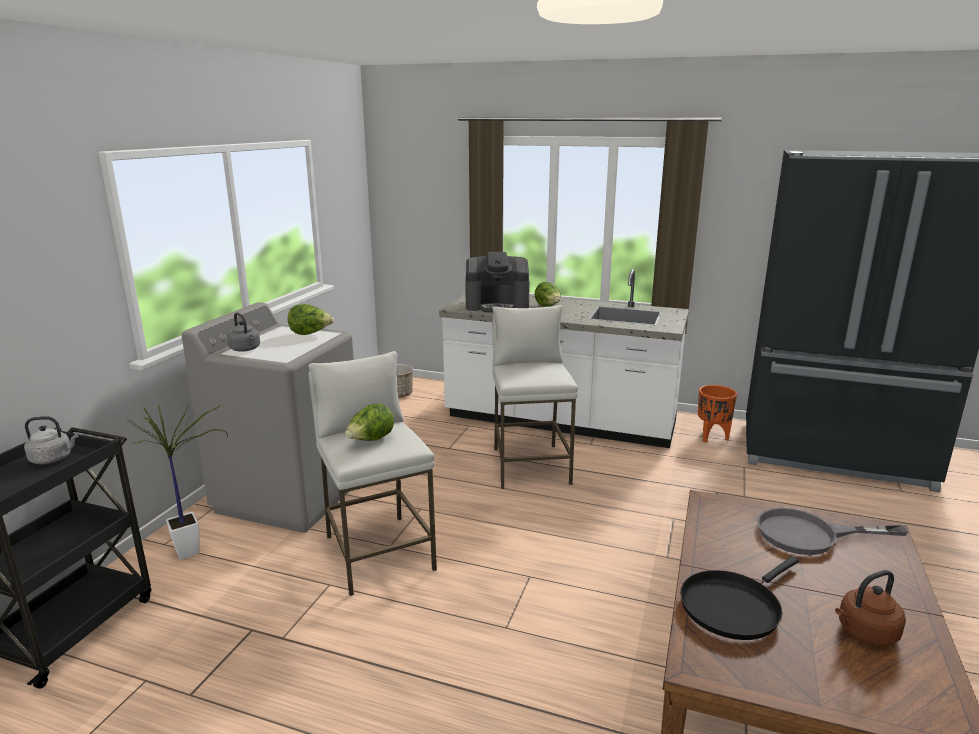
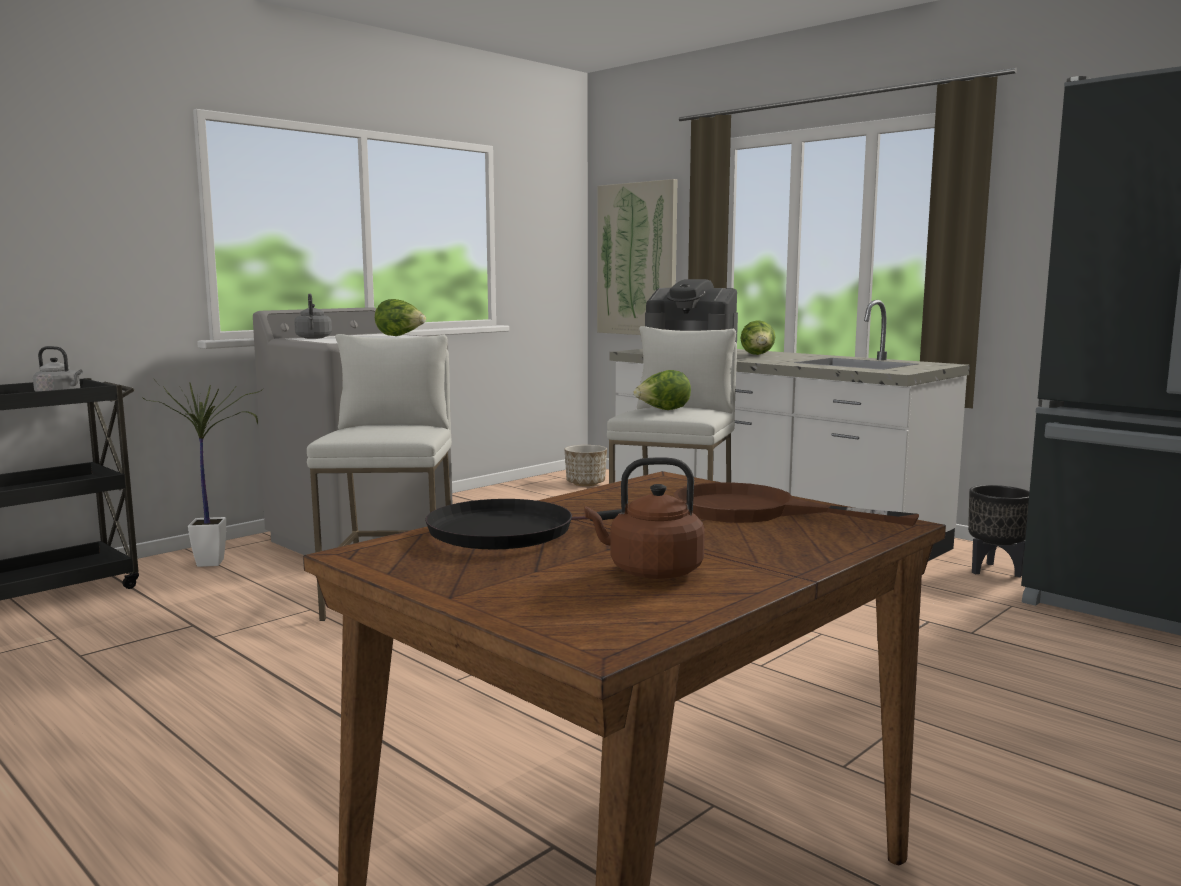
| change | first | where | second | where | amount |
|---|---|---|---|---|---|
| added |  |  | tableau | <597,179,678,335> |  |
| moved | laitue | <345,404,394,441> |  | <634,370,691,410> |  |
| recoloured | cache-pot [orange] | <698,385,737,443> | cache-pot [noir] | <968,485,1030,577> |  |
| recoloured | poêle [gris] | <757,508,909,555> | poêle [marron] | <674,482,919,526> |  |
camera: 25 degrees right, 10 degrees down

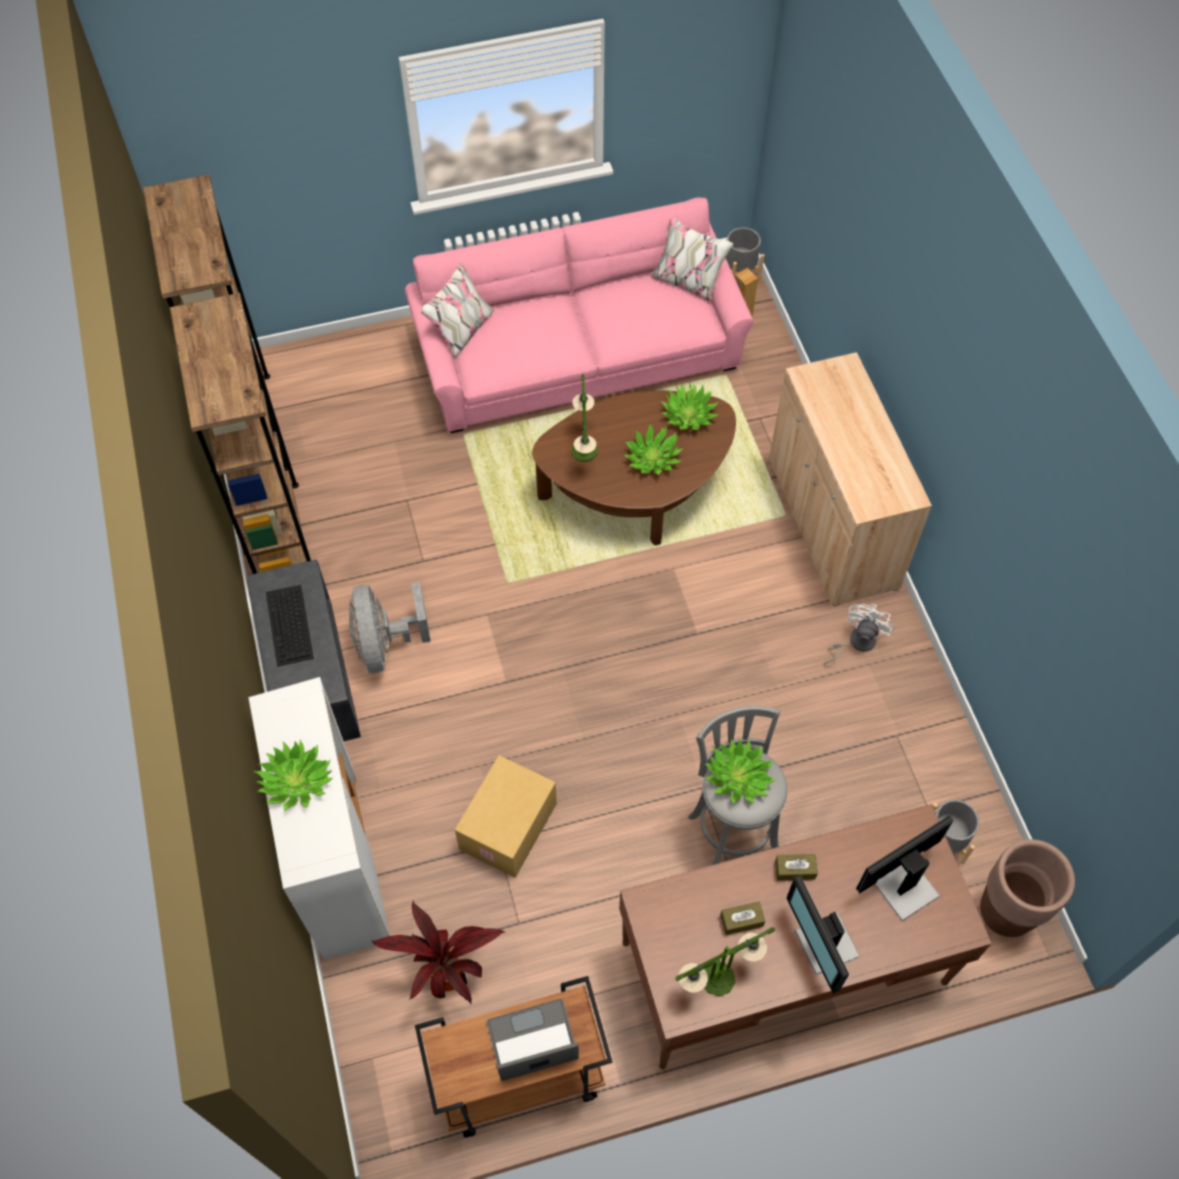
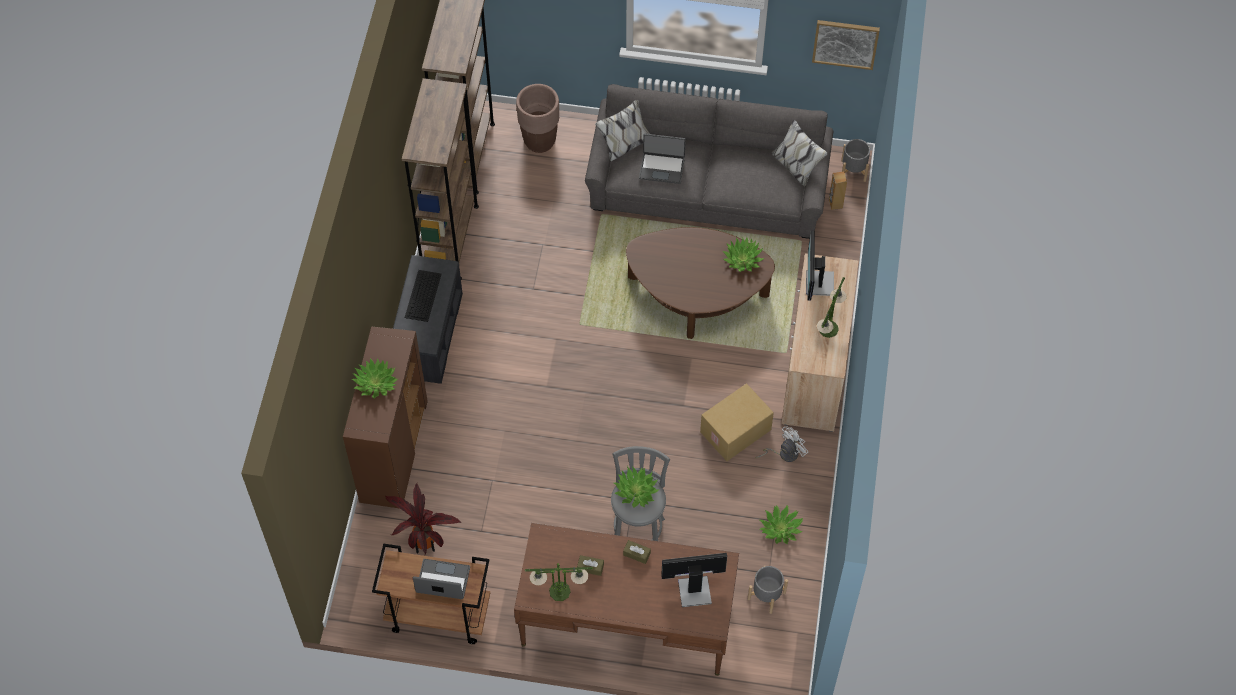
| change | first | where | second | where | amount |
|---|---|---|---|---|---|
| removed | ventilateur [gris] | <349,582,431,673> |  |  |  |
| added |  |  | ordinateur portable | <639,134,686,184> |  |
| added |  |  | tableau | <812,20,880,70> |  |
| moved | carton | <455,755,557,878> |  | <700,383,774,461> |  |
| moved | lampe de table | <571,374,598,462> |  | <817,277,847,338> |  |
| moved | plante en pot | <624,424,683,475> |  | <760,505,803,544> |  |
| moved | écran d'ordinateur | <787,876,859,994> |  | <806,231,834,301> |  |
| moved | cache-pot [marron] | <980,839,1075,937> |  | <516,84,559,153> |  |
| recoloured | meuble de rangement [blanc] | <248,677,390,960> | meuble de rangement [marron] | <343,327,428,509> |  |
| recoloured | canapé [rose] | <405,197,754,433> | canapé [gris] | <585,84,833,239> |  |
camera: 25 degrees right, 0 degrees up

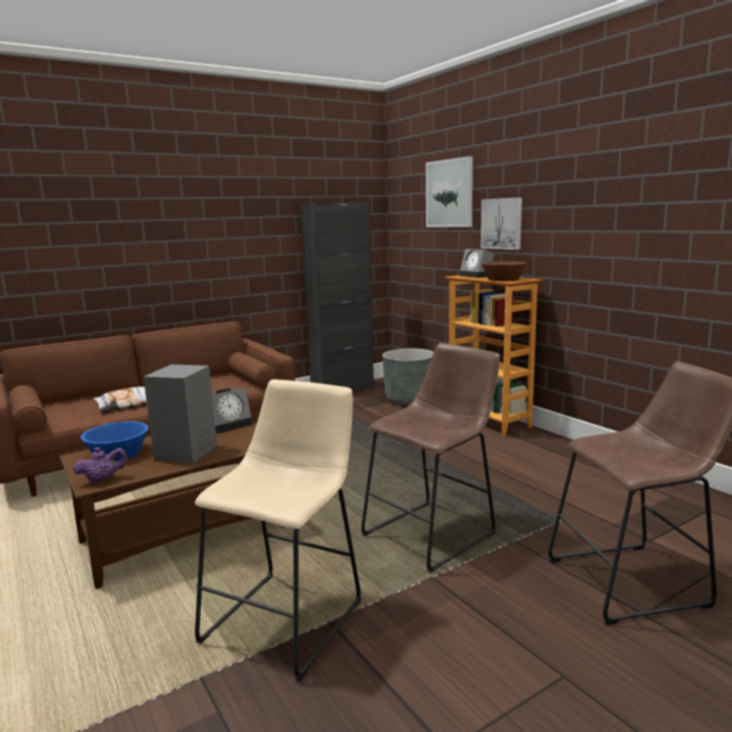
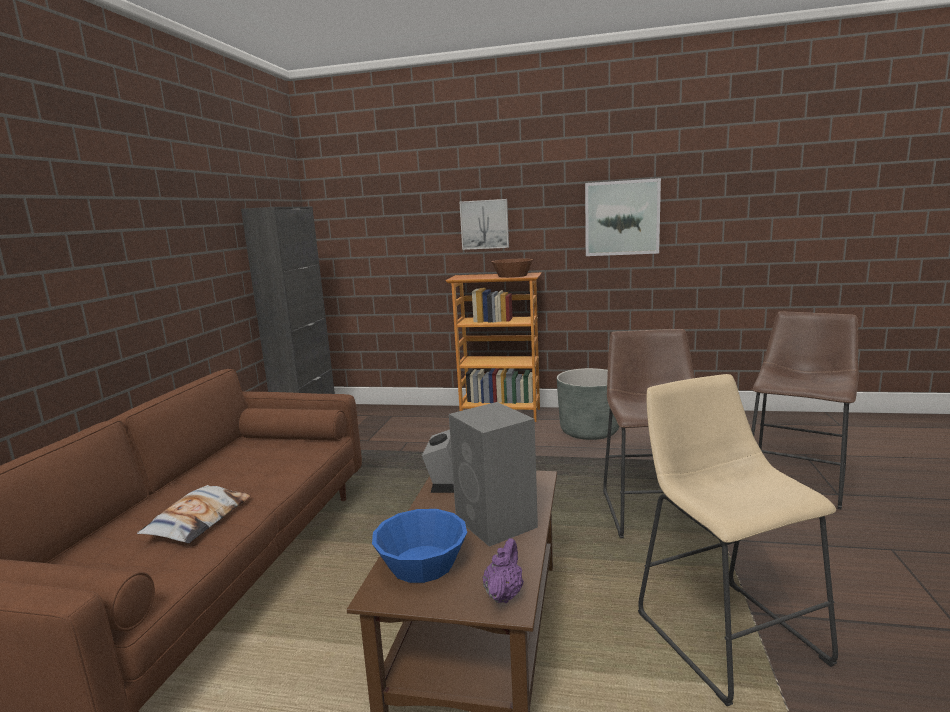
| change | first | where | second | where | amount |
|---|---|---|---|---|---|
| removed | réveil | <459,248,494,278> |  |  |  |
| moved | cache-pot [gris] | <382,348,434,405> |  | <557,368,619,440> |  |
| moved | tableau | <426,156,473,227> |  | <585,178,661,256> |  |
camera: 45 degrees left, 0 degrees up

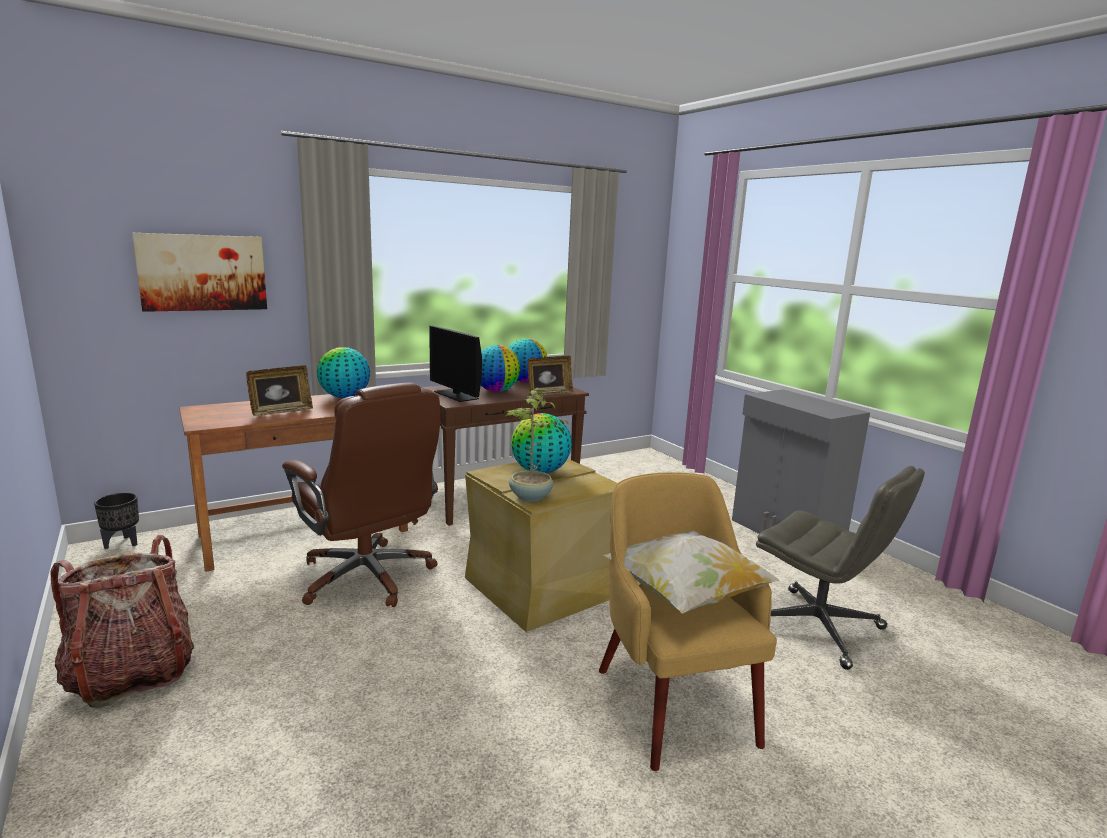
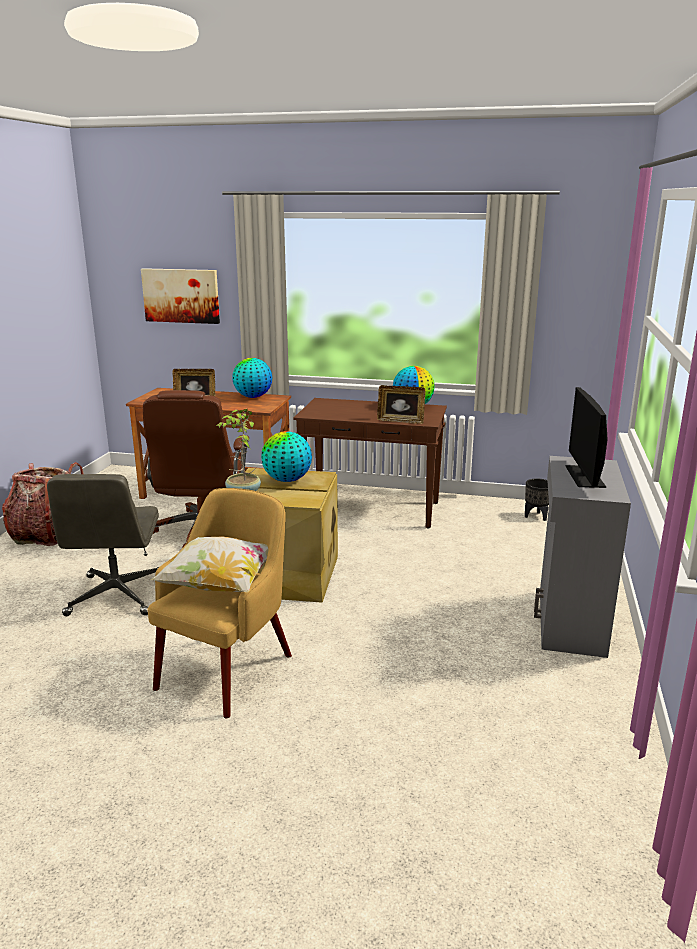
| change | first | where | second | where | amount |
|---|---|---|---|---|---|
| removed | globe | <481,345,520,392> |  |  |  |
| moved | cache-pot [noir] | <94,493,139,549> |  | <525,479,549,521> |  |
| moved | écran d'ordinateur | <429,326,482,402> |  | <565,387,608,488> |  |
| moved | chaise de bureau [gris] | <756,466,925,670> |  | <47,474,159,616> |  |
camera: 45 degrees right, 5 degrees up

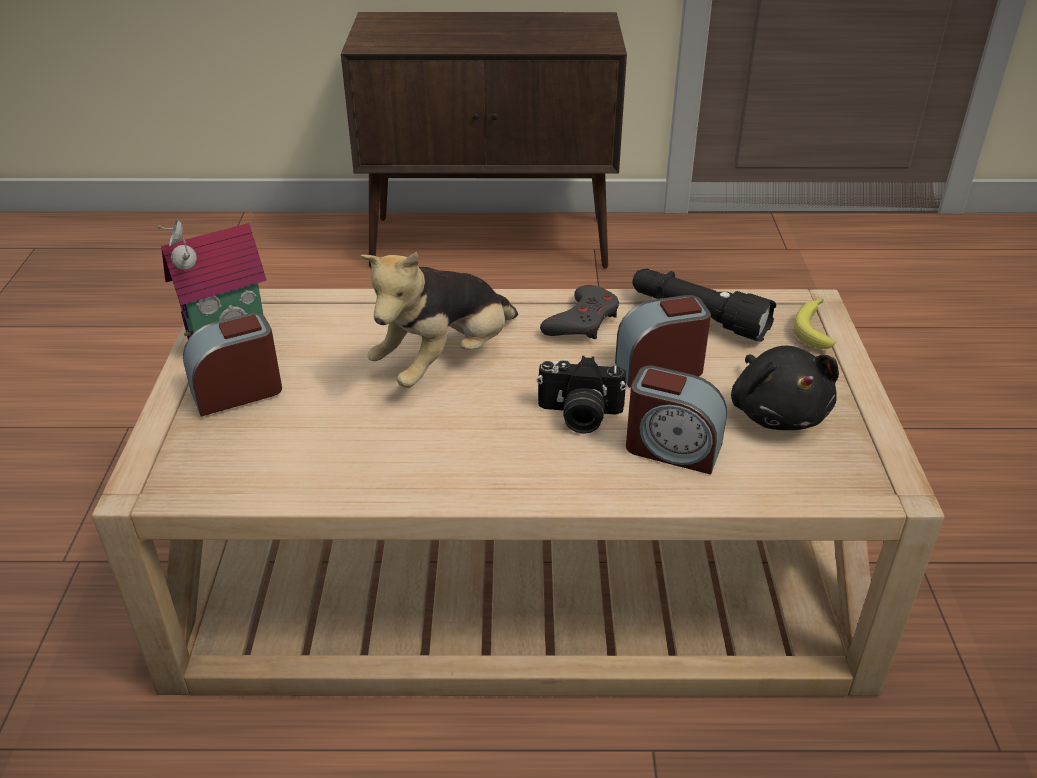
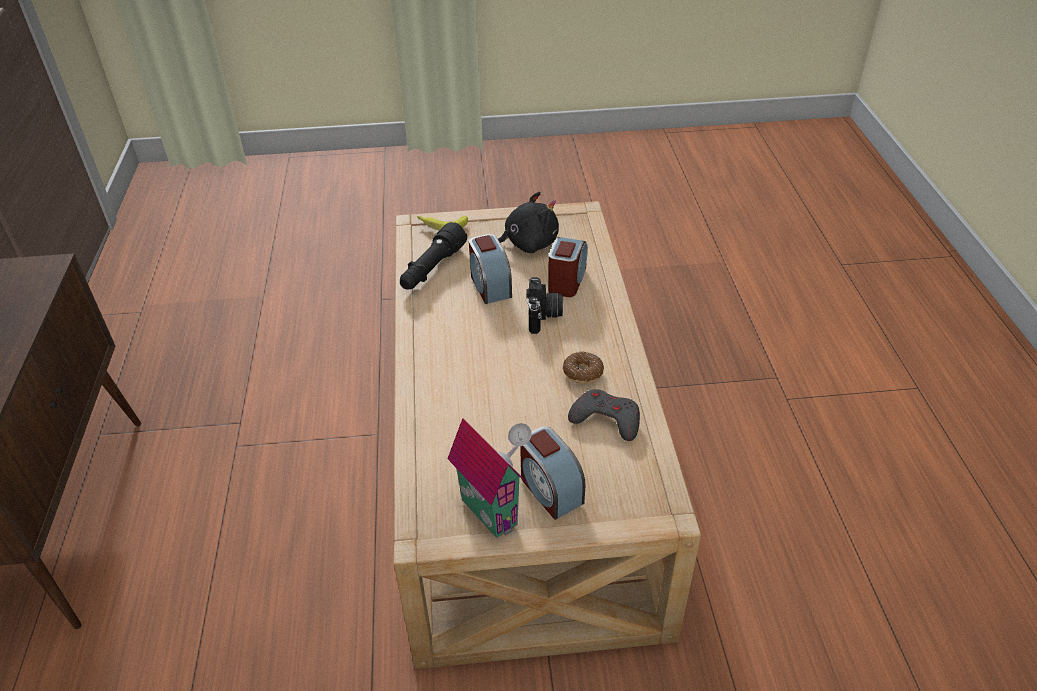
| change | first | where | second | where | amount |
|---|---|---|---|---|---|
| removed | peluche | <360,252,518,388> |  |  |  |
| added |  |  | beignet | <563,351,604,384> |  |
| moved | manette [gris] | <540,285,619,339> |  | <568,389,640,441> |  |
camera: 95 degrees left, 5 degrees up

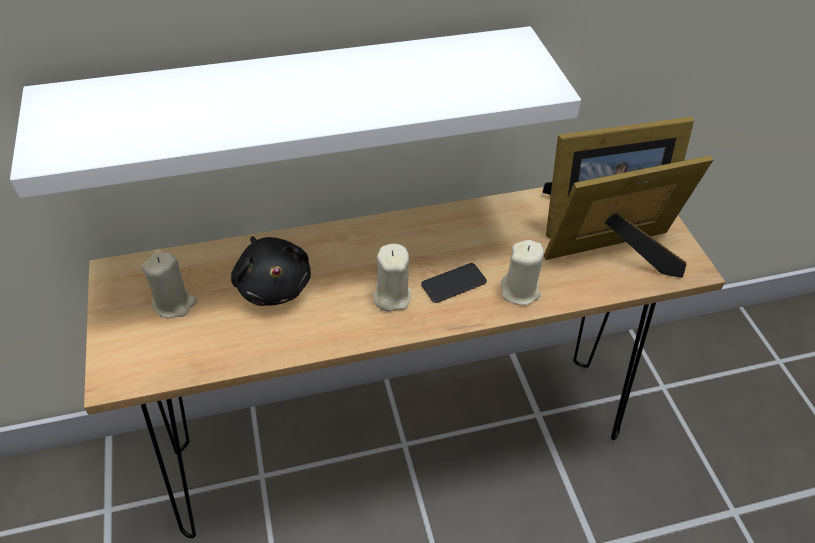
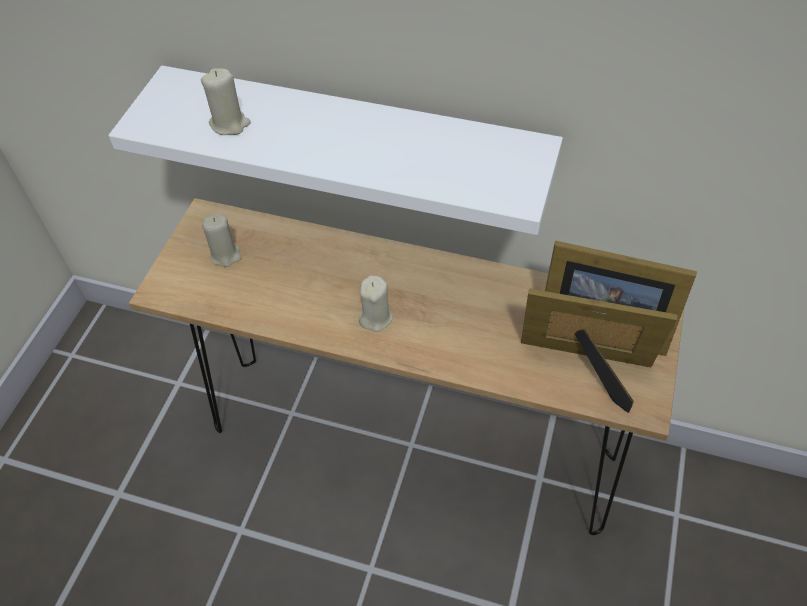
| change | first | where | second | where | amount |
|---|---|---|---|---|---|
| removed | peluche [noir] | <231,236,311,306> |  |  |  |
| removed | téléphone | <421,263,487,303> |  |  |  |
| moved | bougie [beige] | <501,240,544,305> |  | <201,68,251,135> |  |
camera: 35 degrees right, 5 degrees up

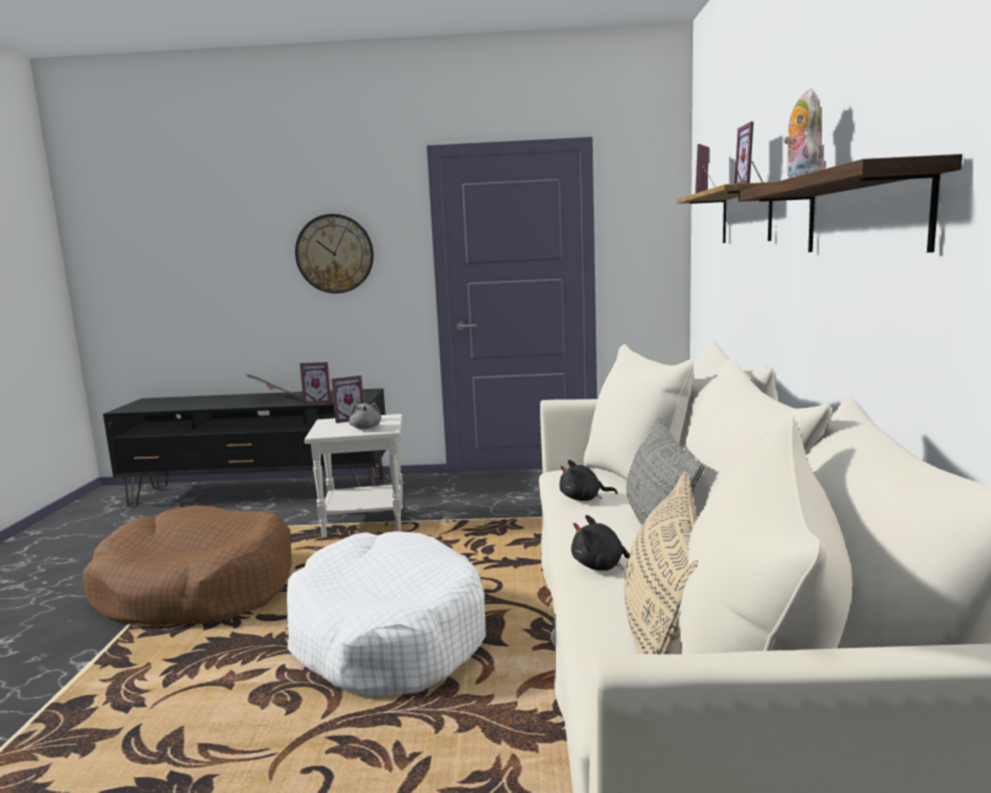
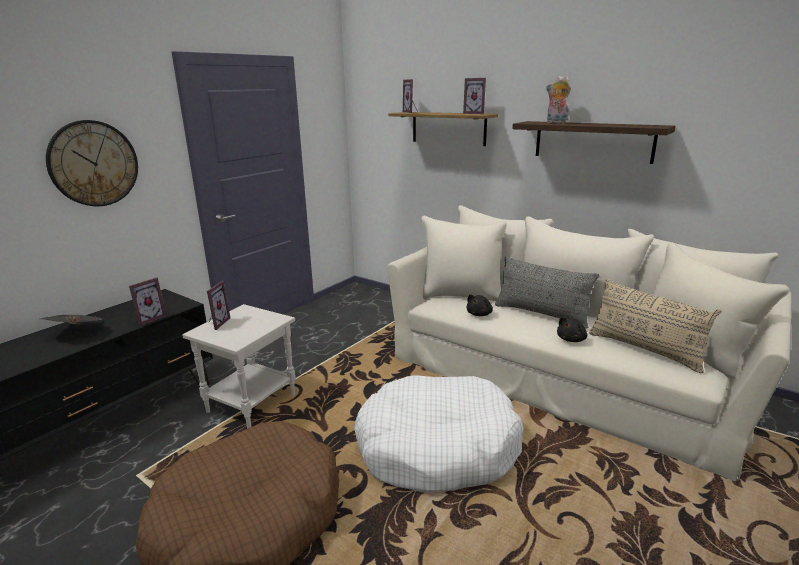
| change | first | where | second | where | amount |
|---|---|---|---|---|---|
| removed | peluche [gris] | <349,403,382,429> |  |  |  |
camera: 55 degrees left, 10 degrees up

